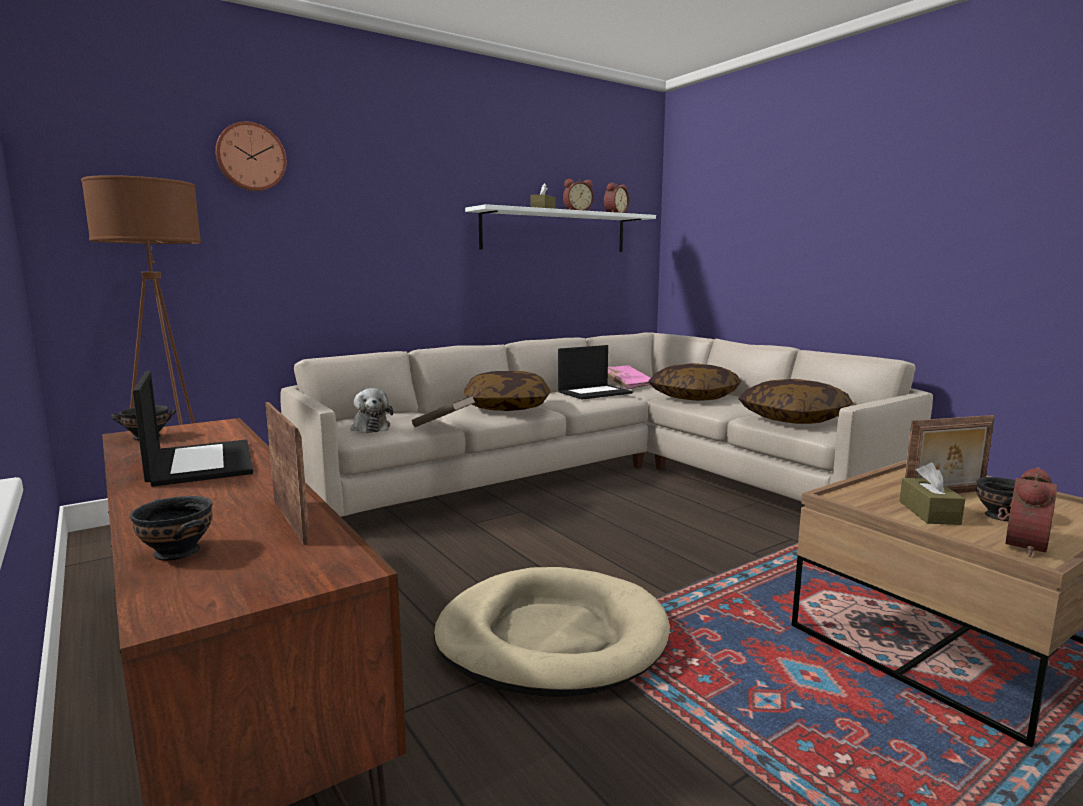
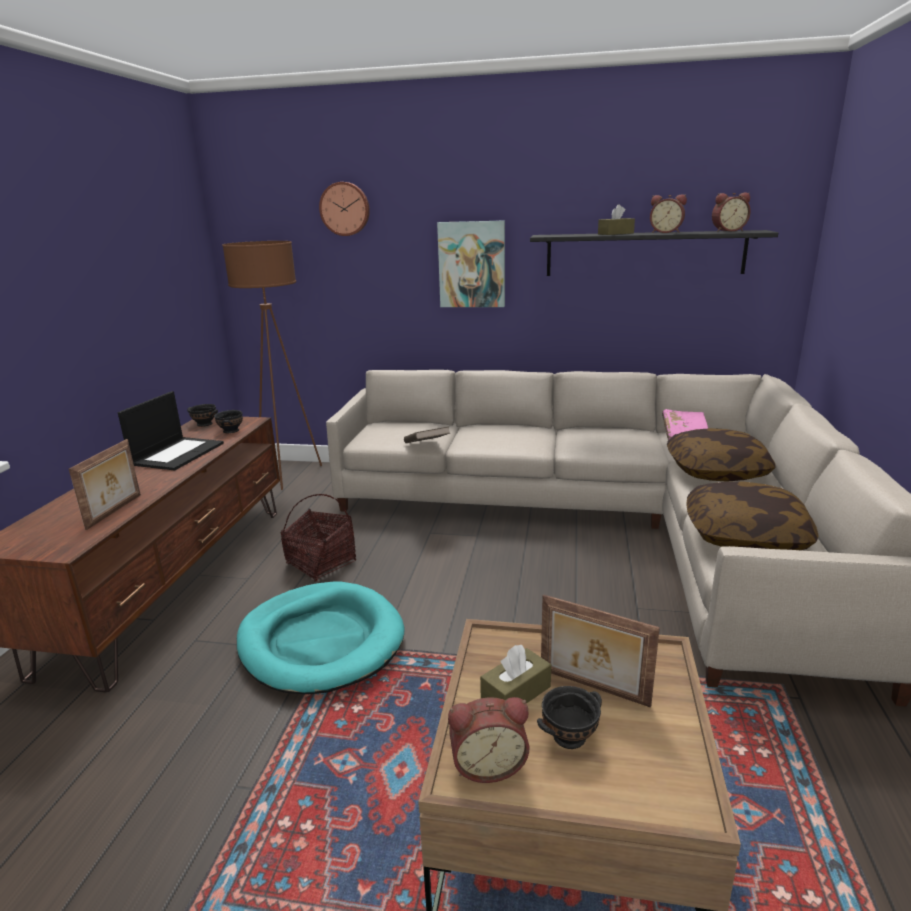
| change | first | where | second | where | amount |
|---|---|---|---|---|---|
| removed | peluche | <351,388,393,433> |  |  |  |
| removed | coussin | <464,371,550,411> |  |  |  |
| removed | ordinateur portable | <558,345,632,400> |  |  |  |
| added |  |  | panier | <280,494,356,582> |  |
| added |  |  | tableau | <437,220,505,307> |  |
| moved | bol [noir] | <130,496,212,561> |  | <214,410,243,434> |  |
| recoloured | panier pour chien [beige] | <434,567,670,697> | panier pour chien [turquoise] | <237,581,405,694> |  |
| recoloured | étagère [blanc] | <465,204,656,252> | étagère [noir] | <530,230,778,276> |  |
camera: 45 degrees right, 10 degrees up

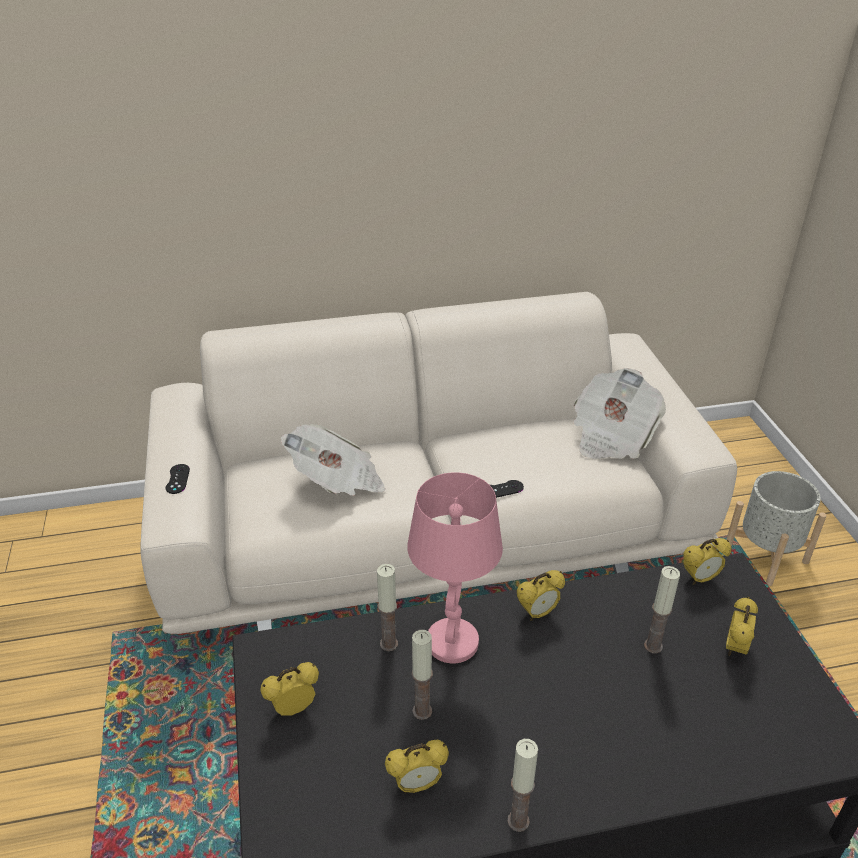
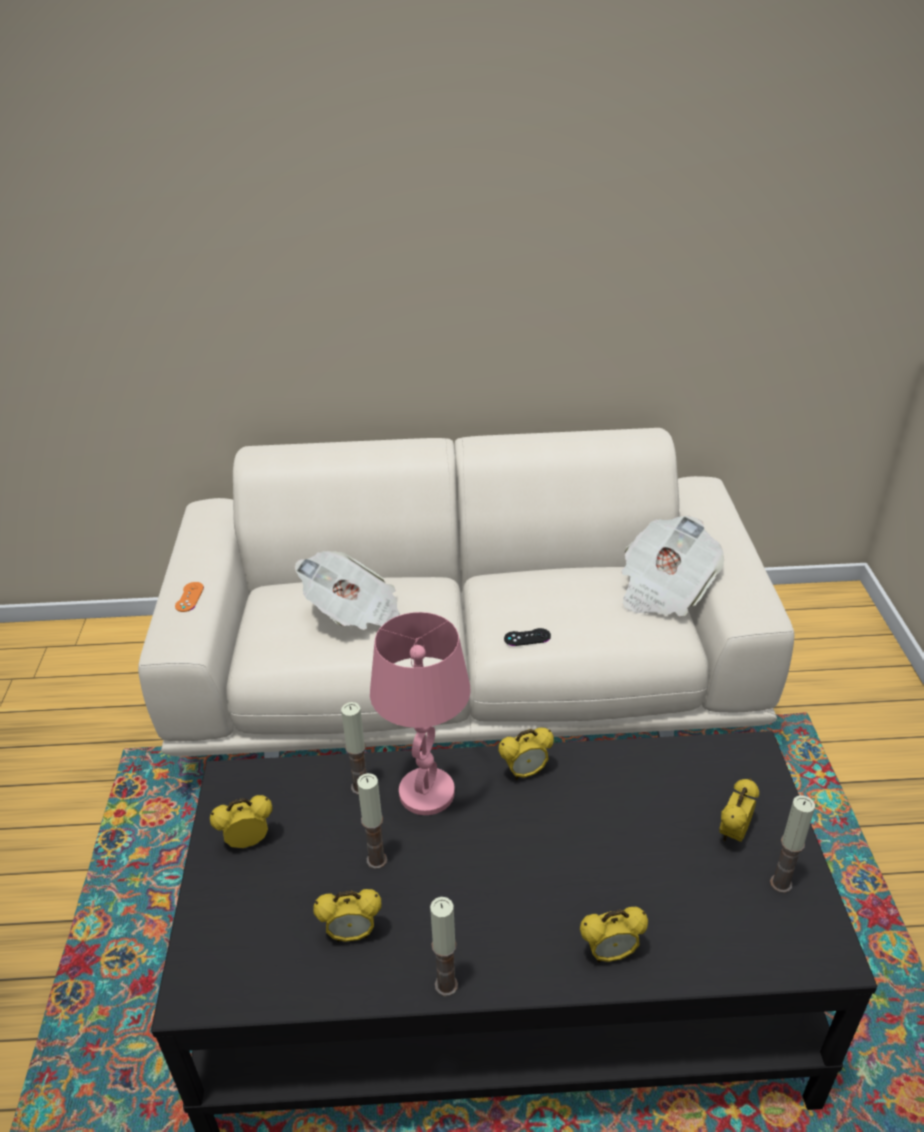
| change | first | where | second | where | amount |
|---|---|---|---|---|---|
| removed | cache-pot [gris] | <726,471,827,586> |  |  |  |
| moved | bougie | <644,566,680,654> |  | <770,795,815,893> |  |
| moved | réveil | <683,538,731,585> |  | <580,907,648,962> |  |
| recoloured | manette [noir] | <166,464,190,494> | manette [orange] | <175,582,204,612> |  |
camera: 10 degrees right, 0 degrees up

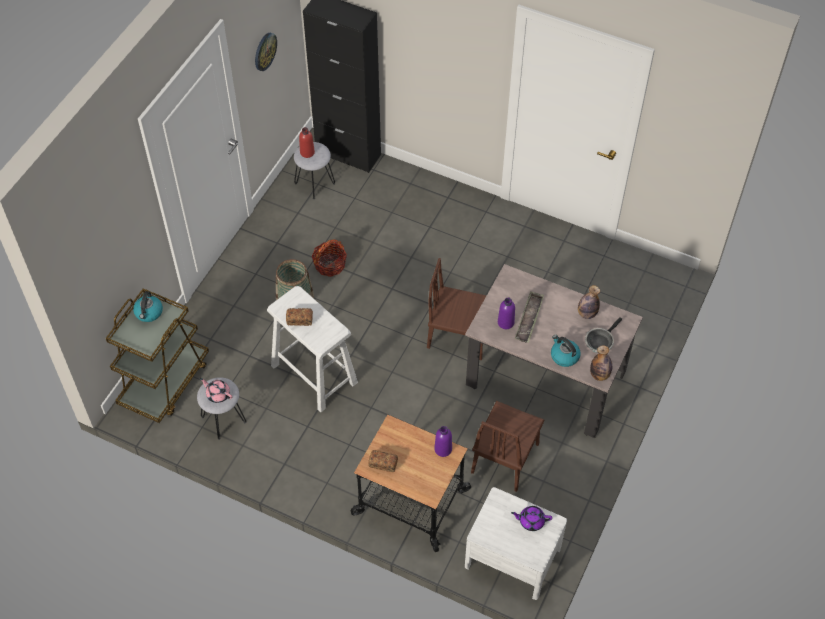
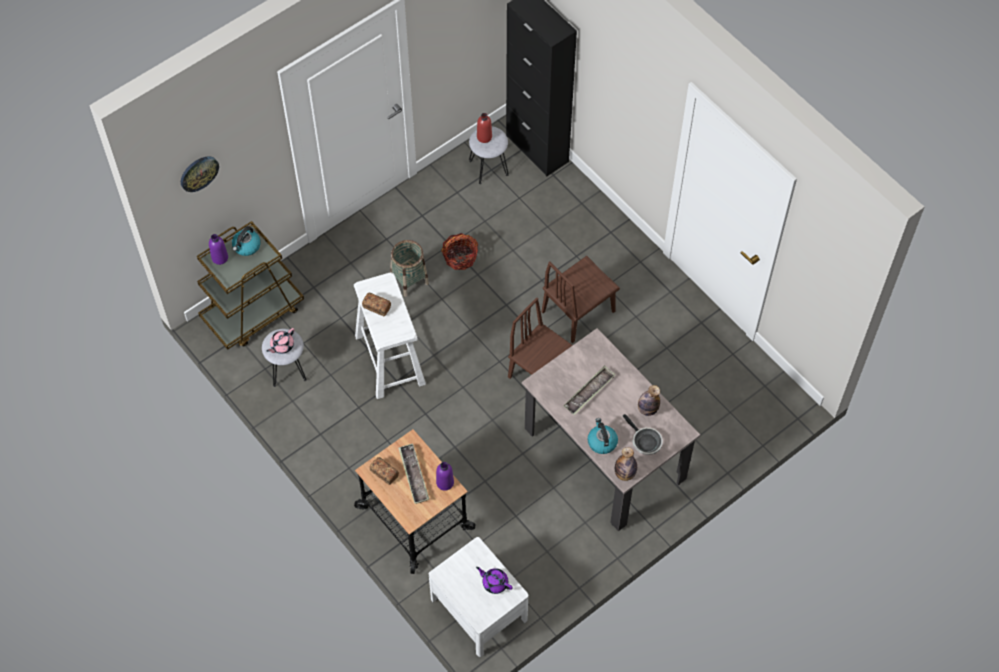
| change | first | where | second | where | amount |
|---|---|---|---|---|---|
| added |  |  | plateau | <398,443,429,504> |  |
| moved | horloge murale | <255,33,277,71> |  | <181,156,219,192> |  |
| moved | chaise [marron] | <471,401,544,492> |  | <541,256,620,343> |  |
| moved | bouteille [violet] | <498,298,515,329> |  | <209,234,228,265> |  |
| turned | théière [rose] | <200,378,232,403> |  | <266,328,295,354> | 105 degrees counterclockwise |
| turned | poêle | <585,317,622,353> |  | <623,414,663,455> | 105 degrees counterclockwise |
camera: 25 degrees right, 5 degrees up

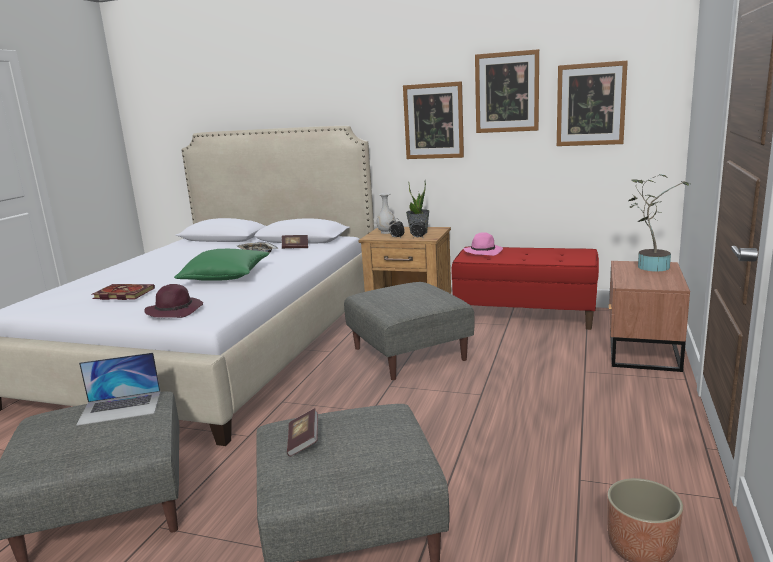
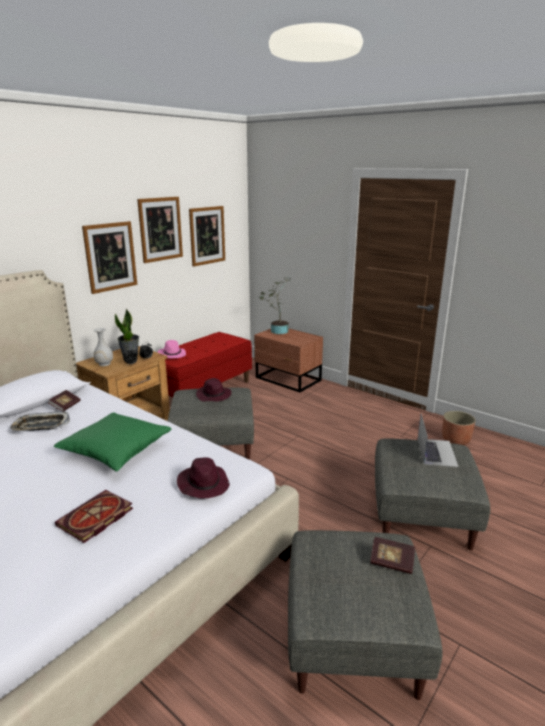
| change | first | where | second | where | amount |
|---|---|---|---|---|---|
| added |  |  | chapeau [violet] | <196,378,231,402> |  |
| moved | ordinateur portable | <76,352,161,426> |  | <418,414,459,467> |  |
| moved | livre | <287,408,318,457> |  | <370,537,415,574> |  |
camera: 70 degrees left, 5 degrees up

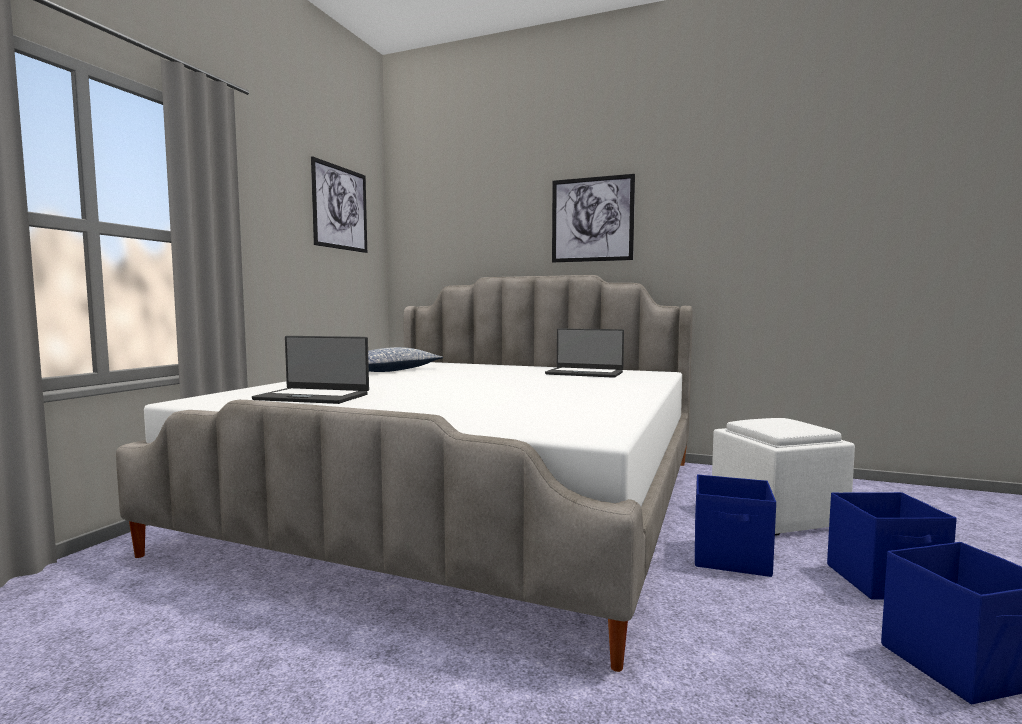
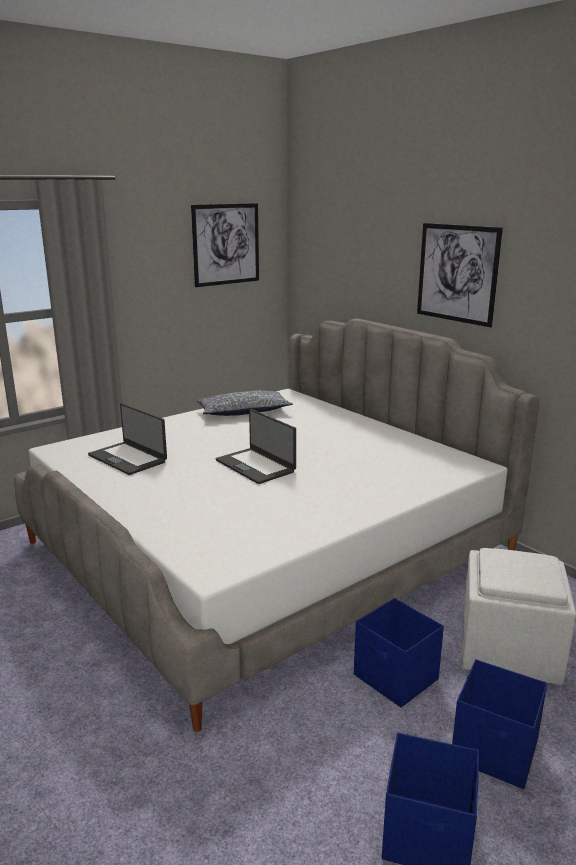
| change | first | where | second | where | amount |
|---|---|---|---|---|---|
| moved | ordinateur portable | <545,328,624,378> |  | <215,409,296,484> |  |
camera: 30 degrees right, 15 degrees up

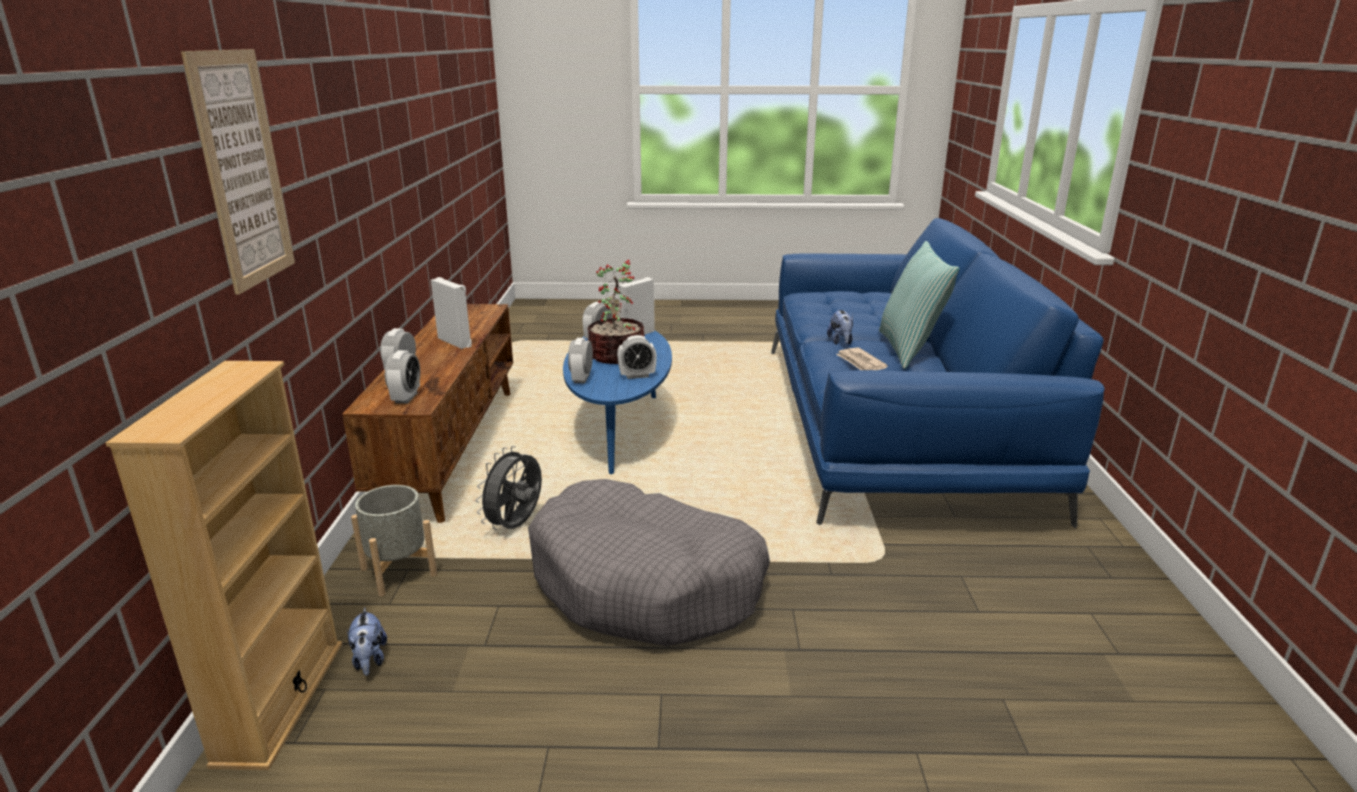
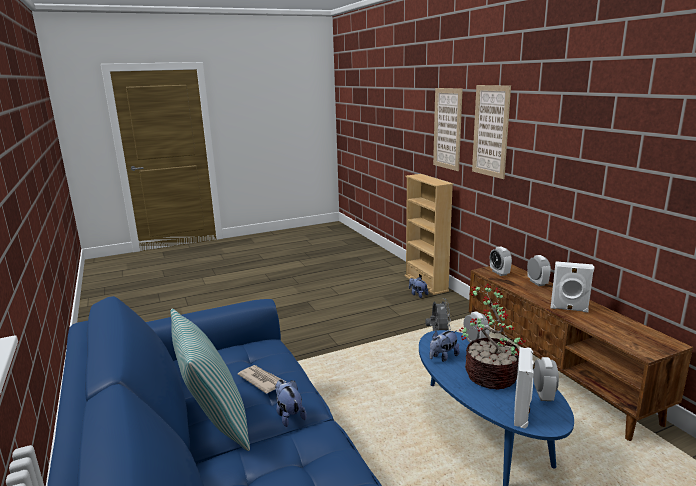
| change | first | where | second | where | amount |
|---|---|---|---|---|---|
| removed | cache-pot [gris] | <351,485,437,596> |  |  |  |
| removed | panier pour chien [gris] | <528,479,770,646> |  |  |  |
| added |  |  | tableau | <433,88,463,171> |  |
| replaced | réveil | <617,335,657,379> | peluche | <430,331,460,362> |  |
camera: 155 degrees right, 5 degrees down

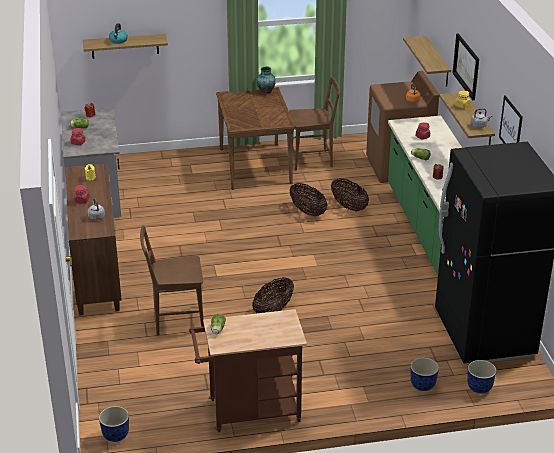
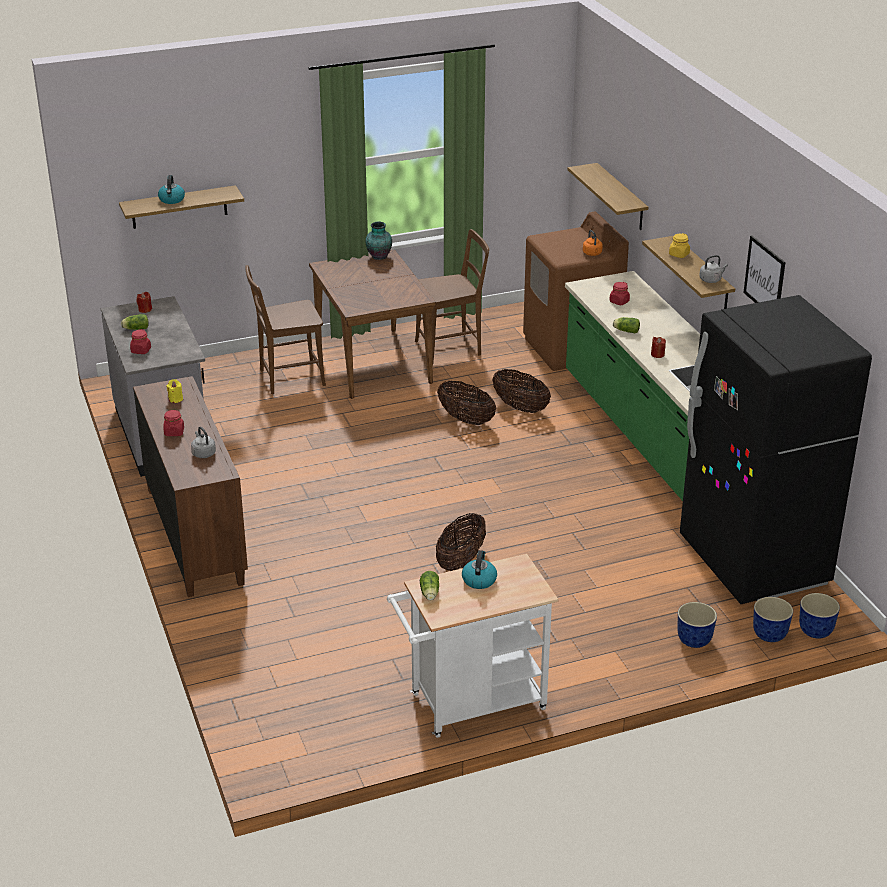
| change | first | where | second | where | amount |
|---|---|---|---|---|---|
| removed | tableau | <452,33,479,100> |  |  |  |
| added |  |  | bouilloire | <462,550,497,589> |  |
| moved | cache-pot | <99,406,129,442> |  | <799,593,840,639> |  |
| moved | chaise [marron] | <140,225,204,336> |  | <245,265,326,394> |  |
| recoloured | chariot [marron] | <189,309,307,432> | chariot [blanc] | <387,554,558,738> |  |
camera: 10 degrees left, 0 degrees up

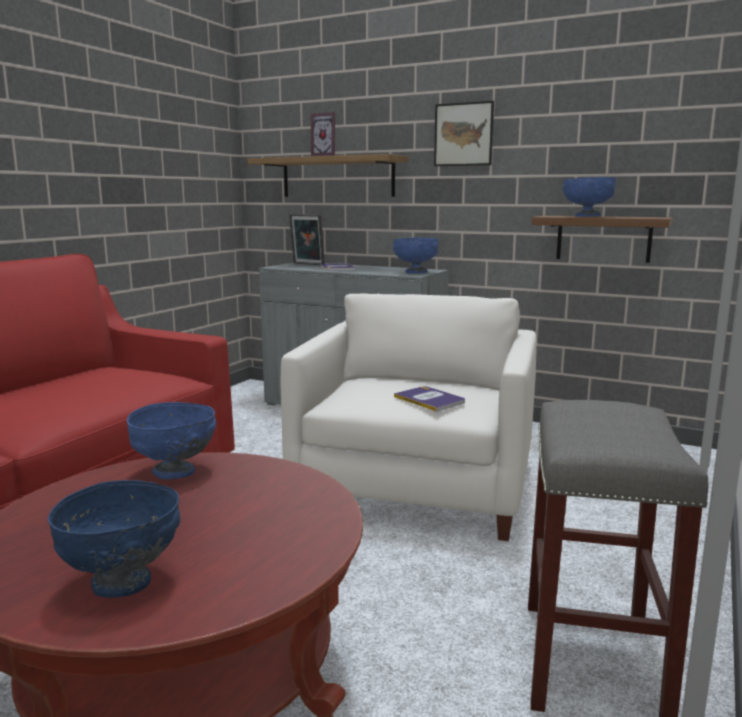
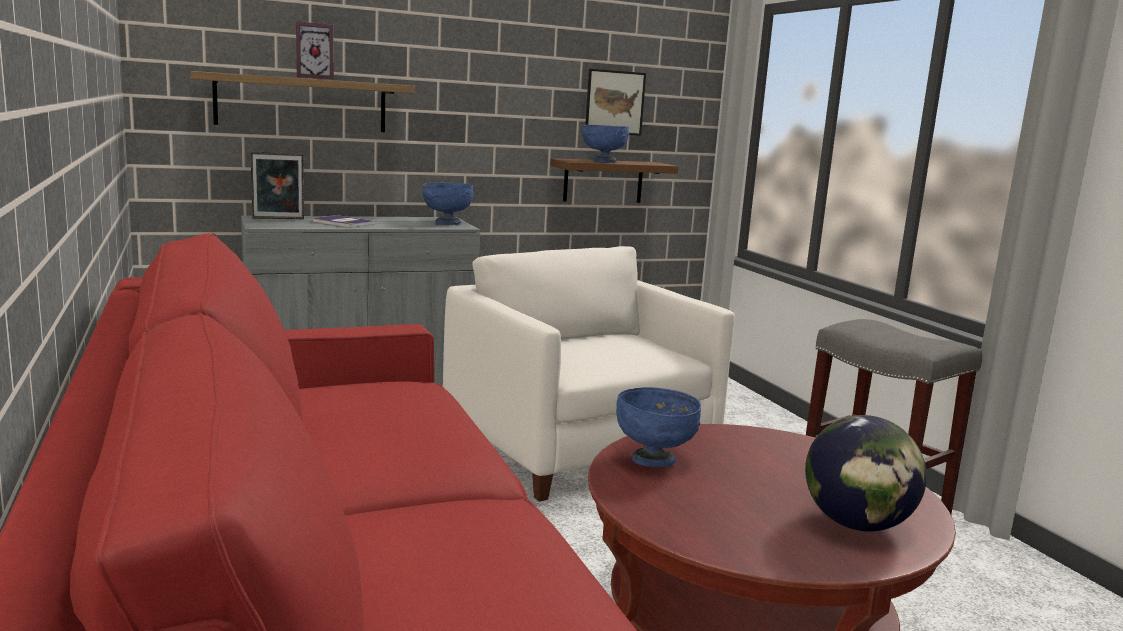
| change | first | where | second | where | amount |
|---|---|---|---|---|---|
| removed | livre | <394,386,465,412> |  |  |  |
| moved | tableau | <434,101,494,166> |  | <585,69,646,136> |  |
| replaced | bol [bleu] | <48,480,180,598> | globe | <805,415,927,532> |  |
camera: 50 degrees left, 0 degrees up

